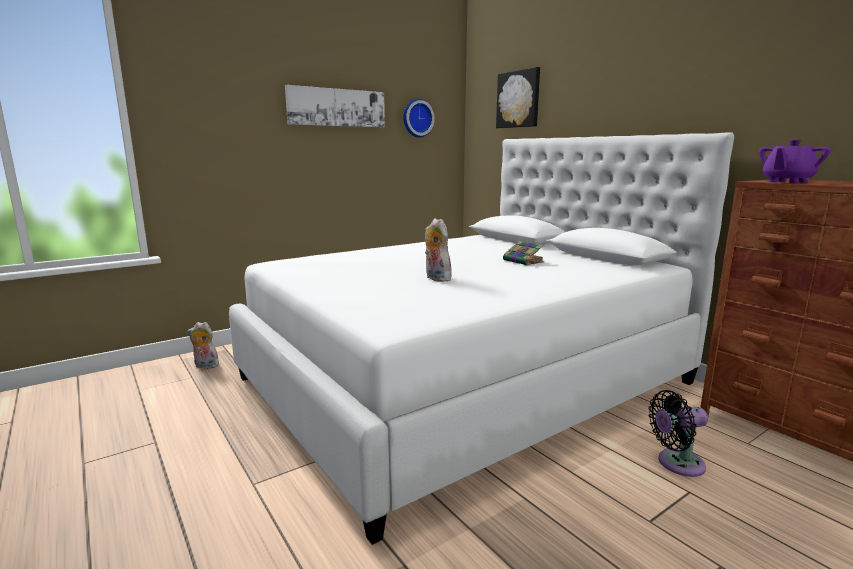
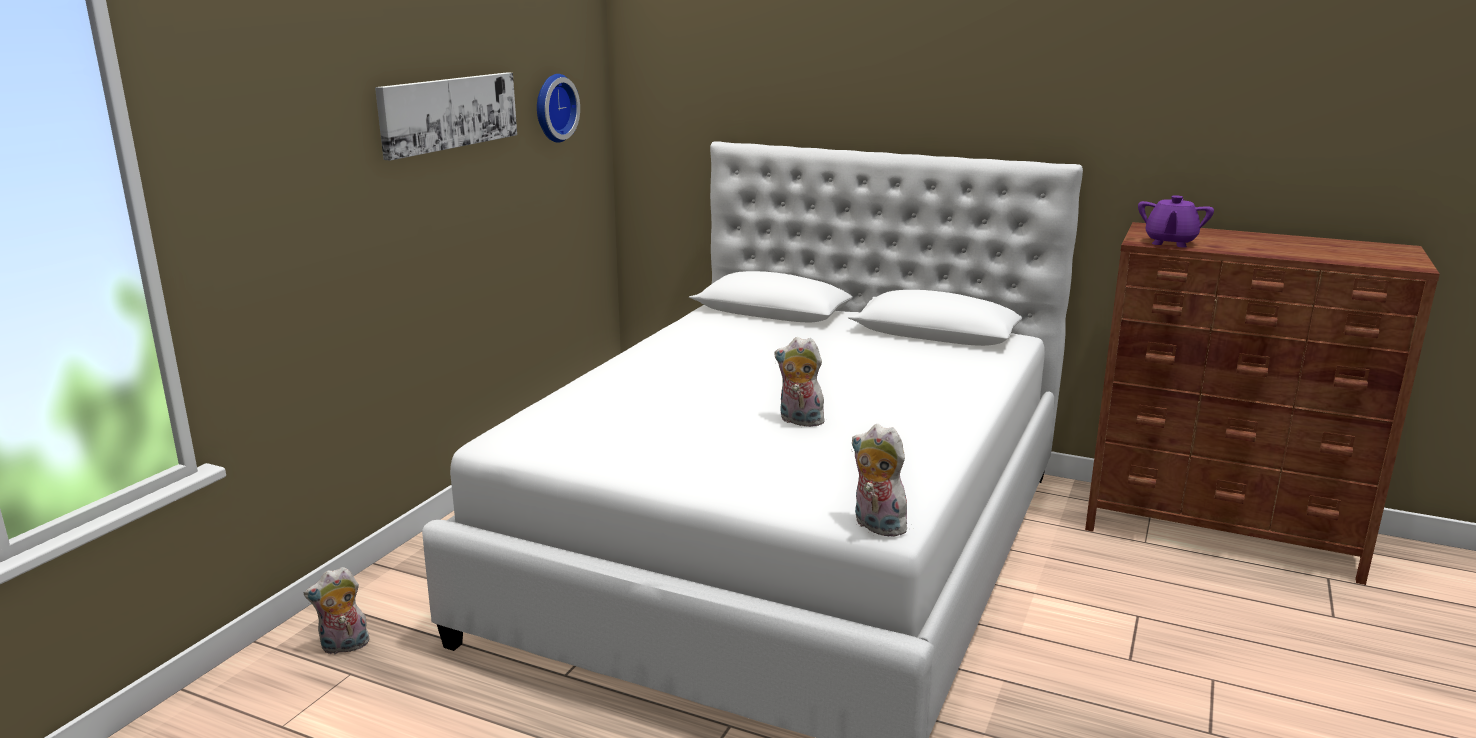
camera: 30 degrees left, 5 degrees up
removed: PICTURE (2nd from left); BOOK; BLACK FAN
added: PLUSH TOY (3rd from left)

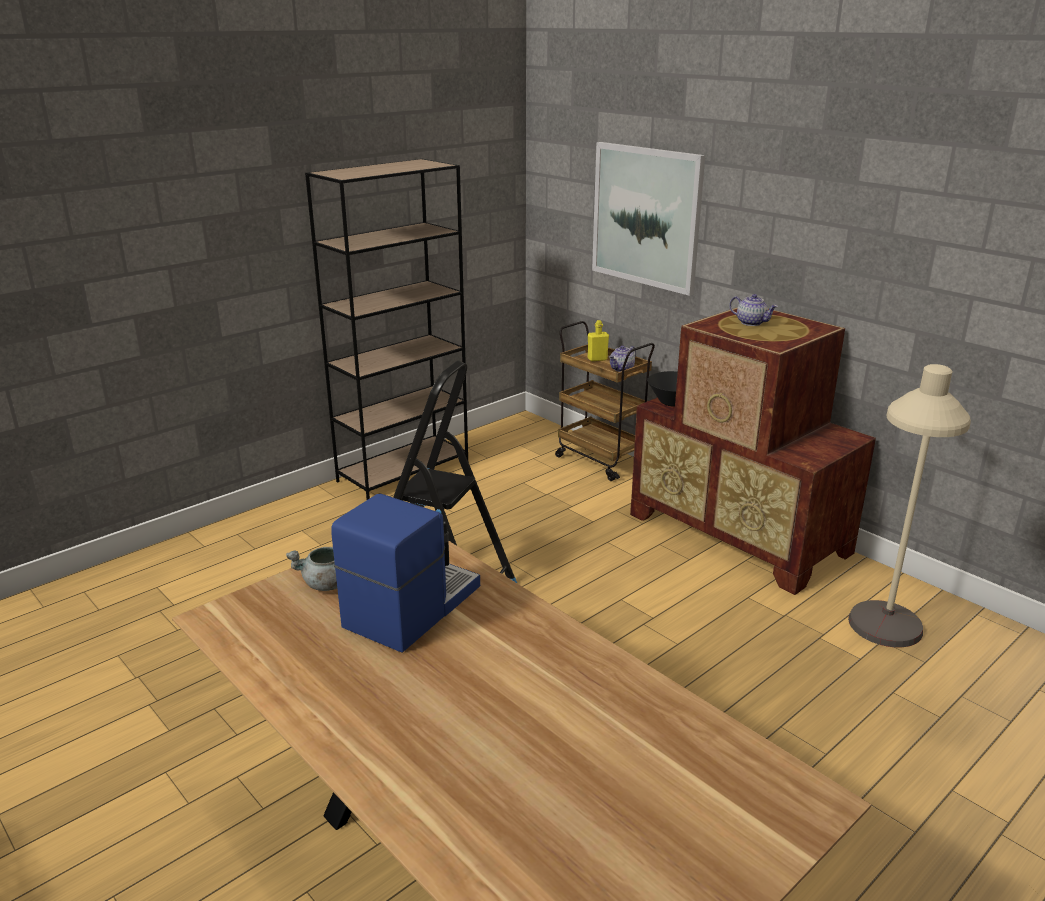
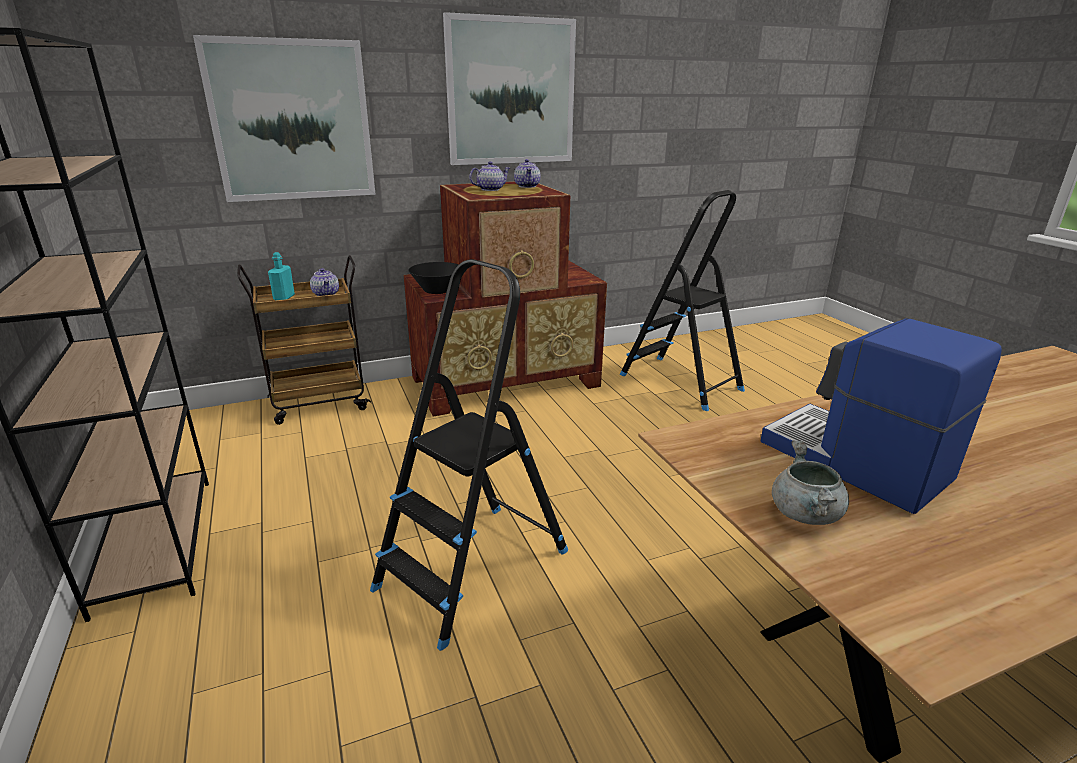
camera: 70 degrees left, 0 degrees up
added: PICTURE (2nd from left); TEAPOT (3rd from left)
replaced: BEIGE FLOOR LAMP to BLACK STEP LADDER (2nd from left)
recoloured: YELLOW BOTTLE to TURQUOISE BOTTLE

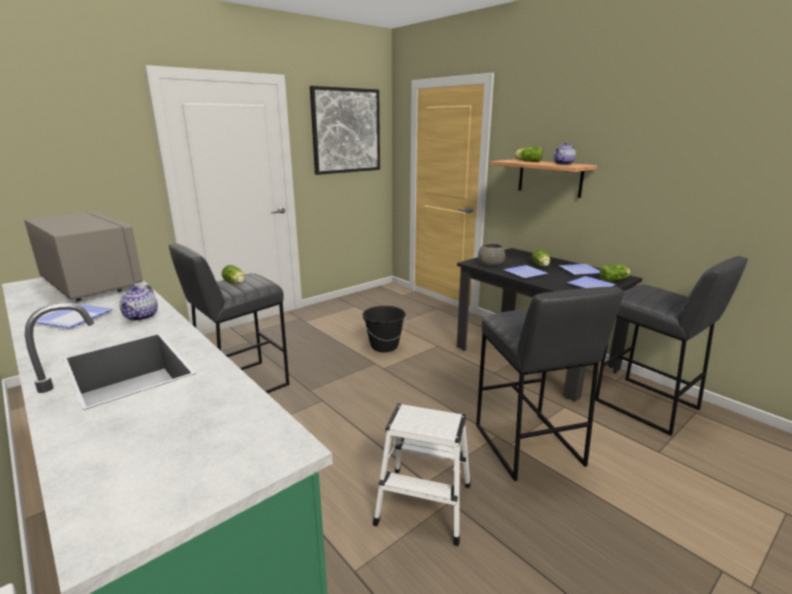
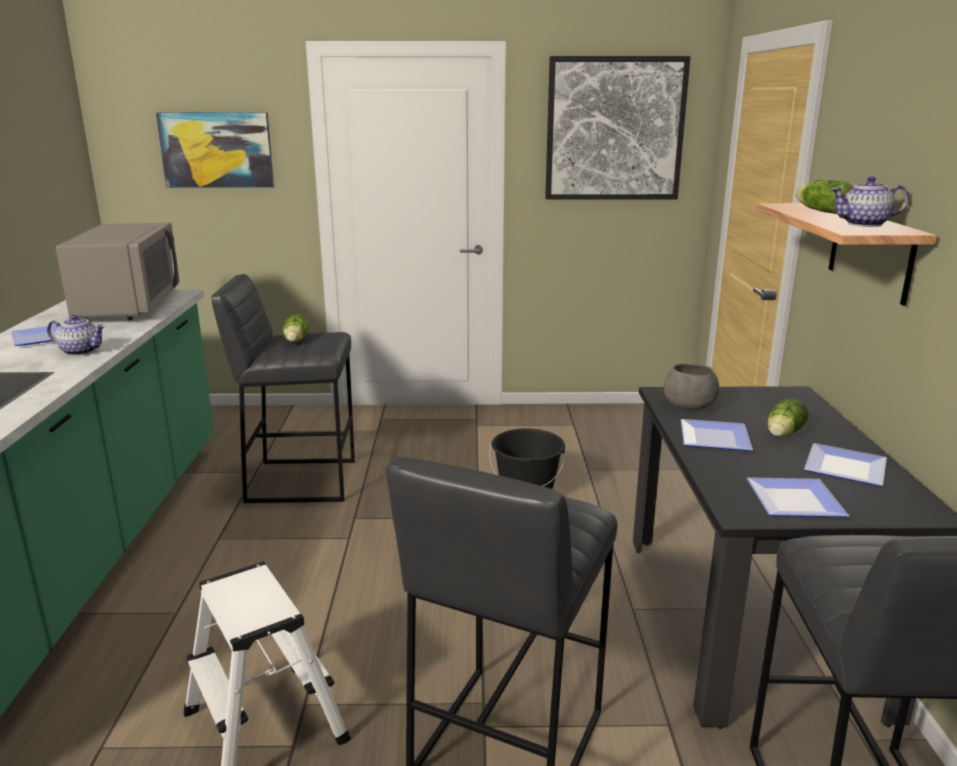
camera: 40 degrees right, 0 degrees up
removed: LETTUCE (4th from left)
added: PICTURE (1st from left)
turned: TEAPOT (1st from left) 120 degrees counterclockwise

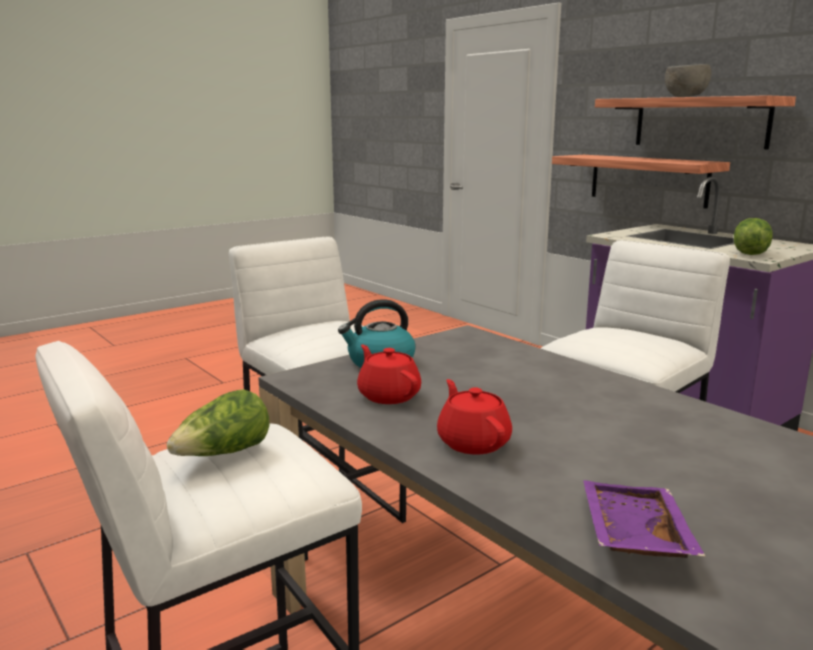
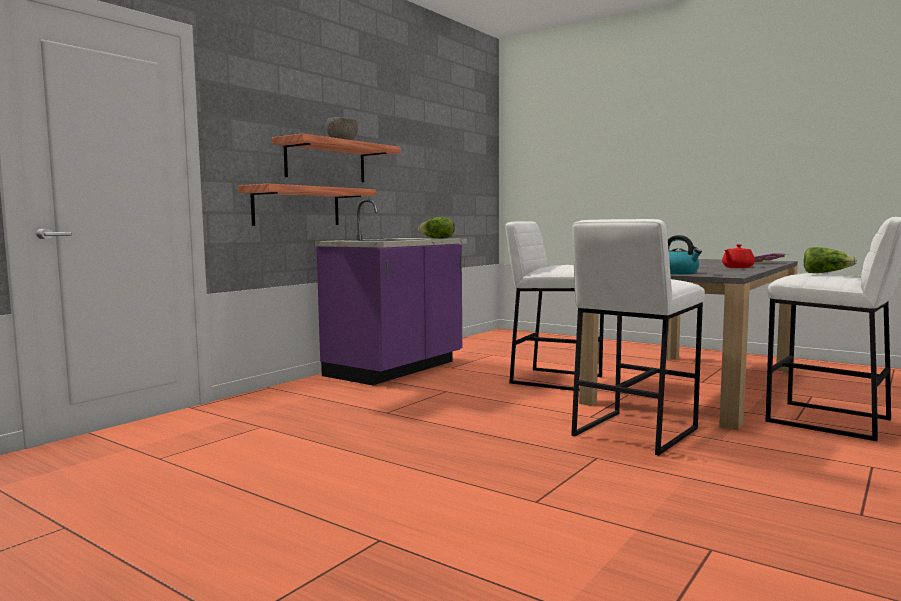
camera: 105 degrees left, 10 degrees down
removed: RED TEAPOT (1st from left)

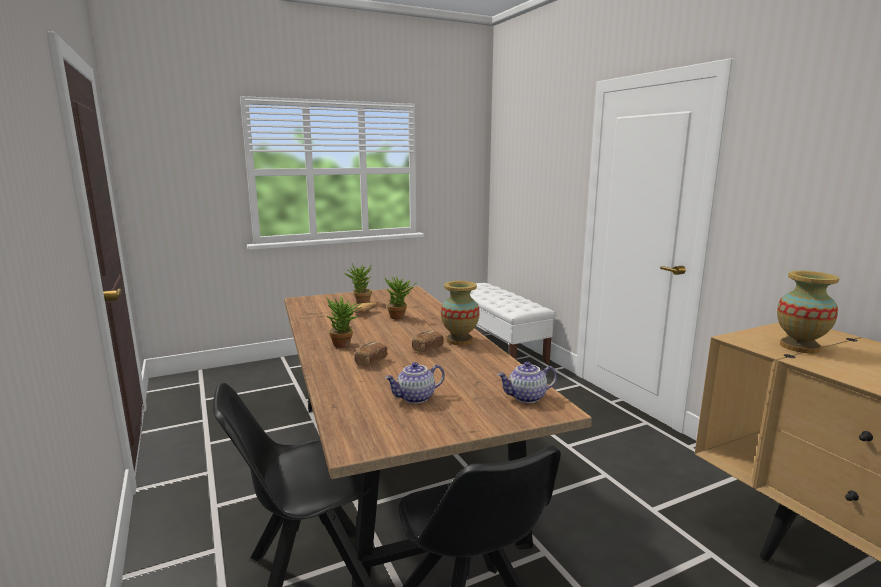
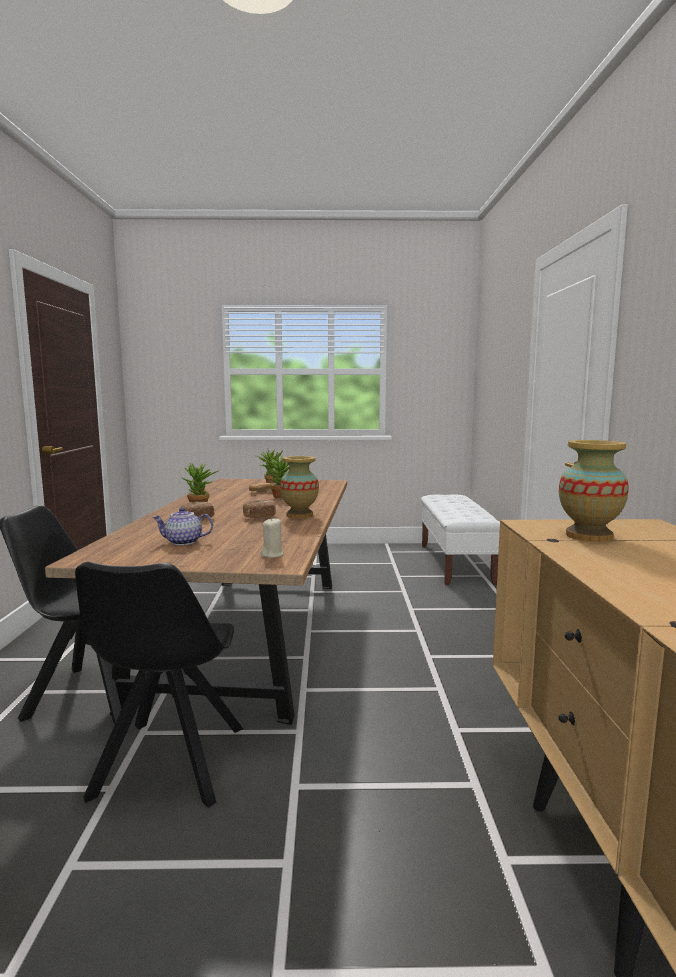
camera: 25 degrees right, 5 degrees down
replaced: TEAPOT (2nd from left) to BEIGE CANDLE

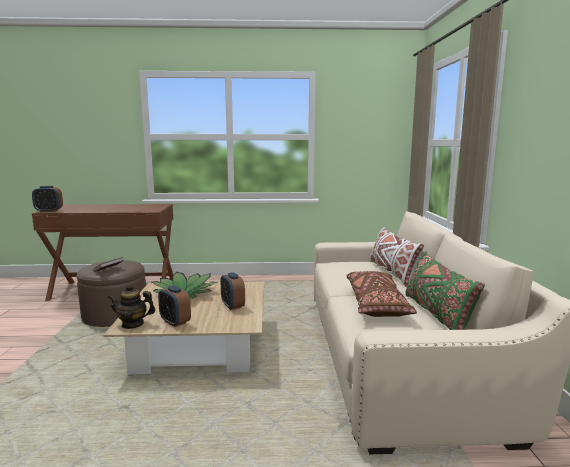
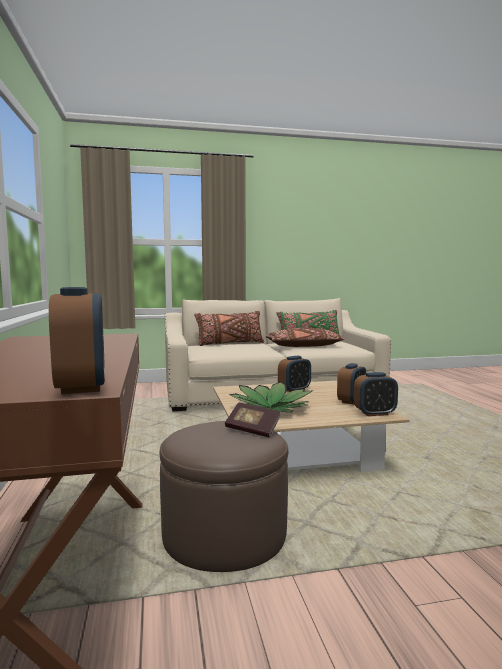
camera: 100 degrees left, 5 degrees down
replaced: TEAPOT to ALARM CLOCK (4th from left)
recoloured: WHITE PILLOW to BROWN PILLOW (1st from left)

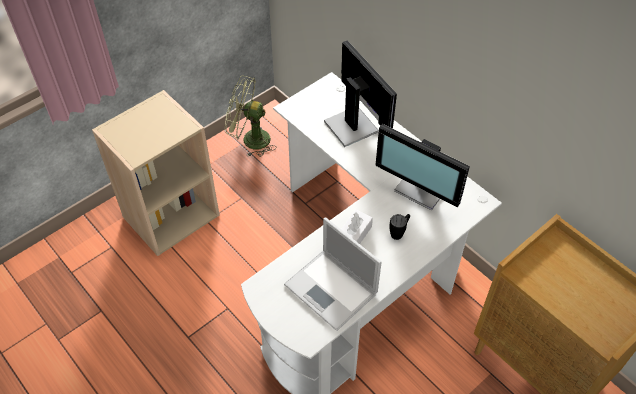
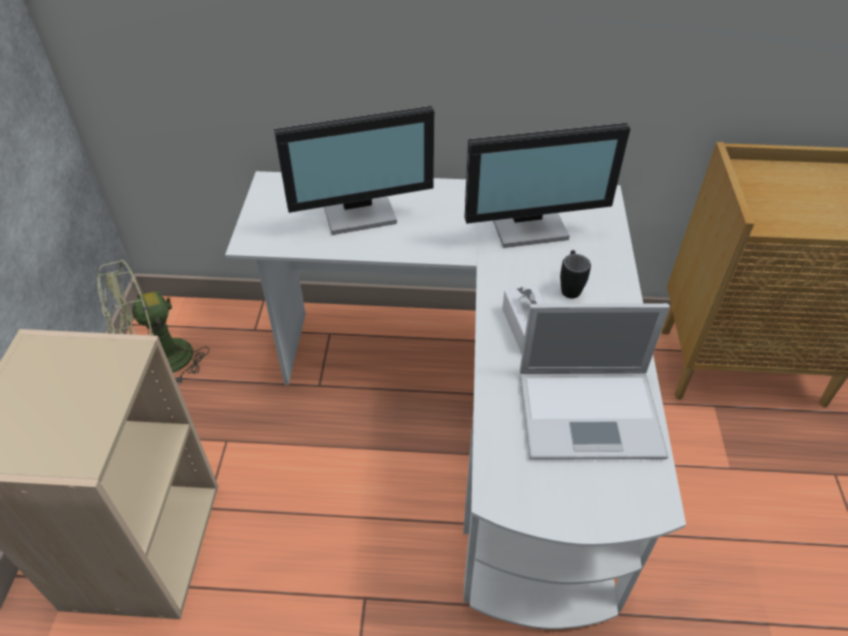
camera: 45 degrees left, 5 degrees down
turned: MONITOR (1st from left) 150 degrees clockwise

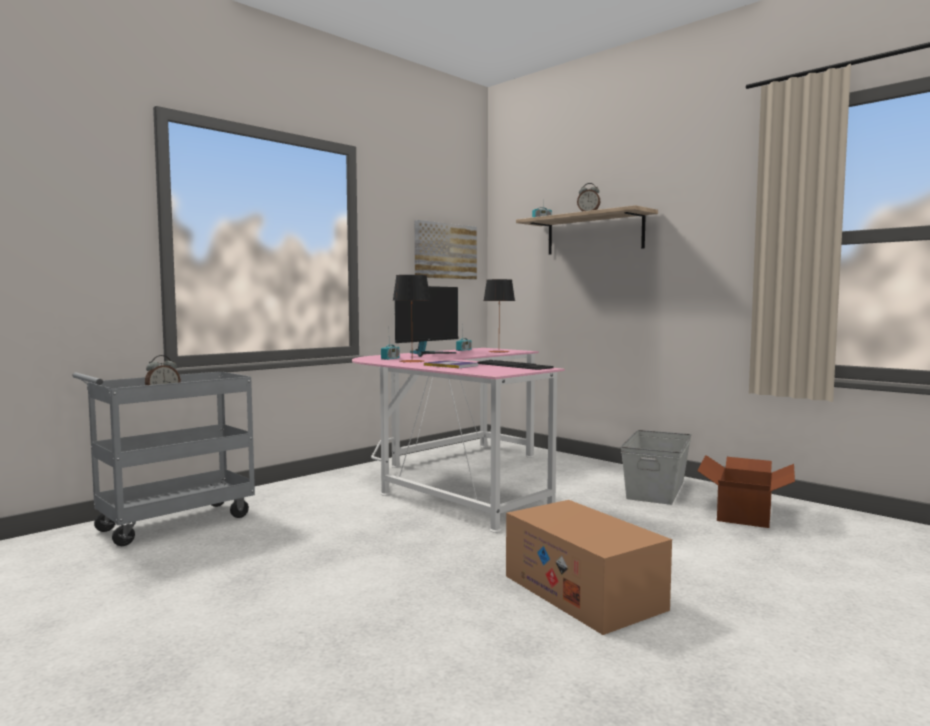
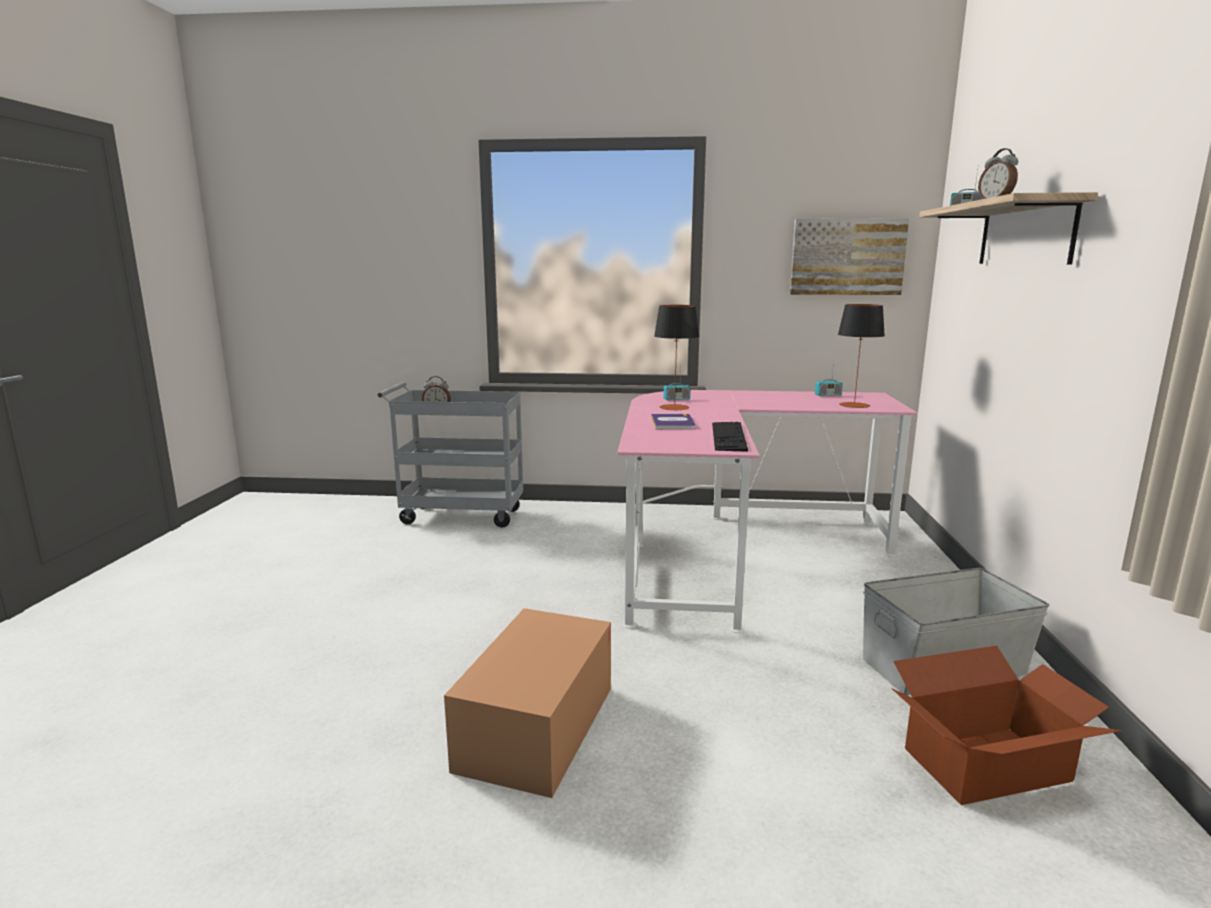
camera: 50 degrees right, 10 degrees up
removed: MONITOR

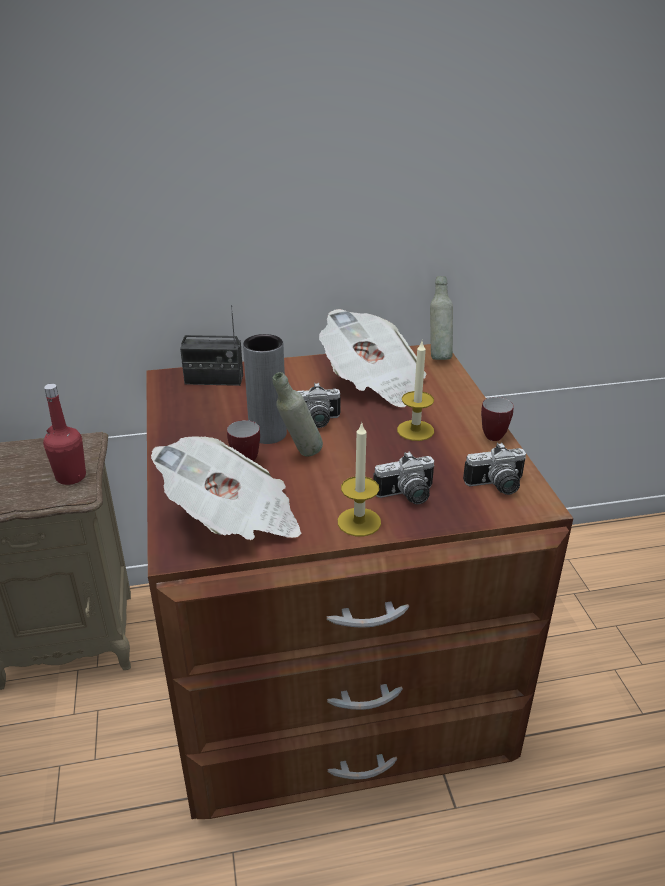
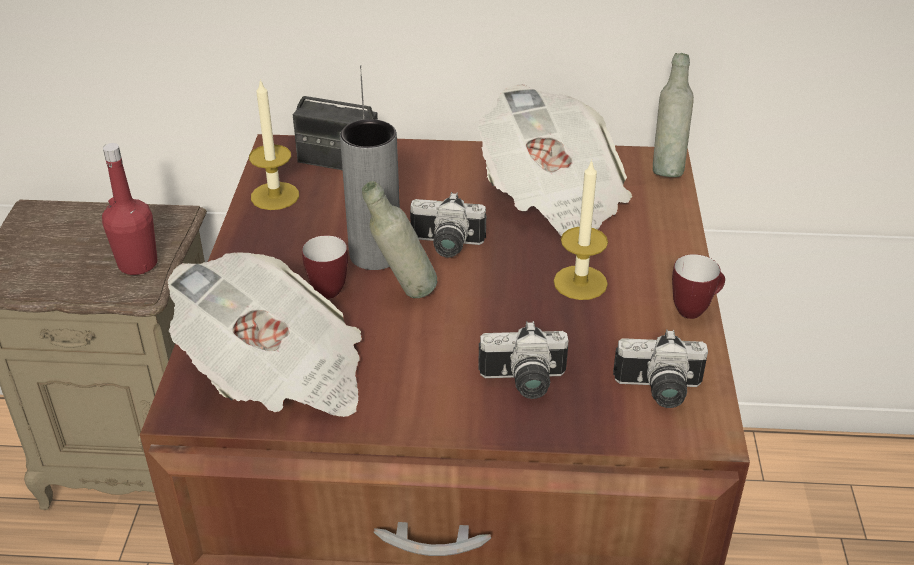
camera: 15 degrees right, 5 degrees up
moved: CANDLE (1st from left)

